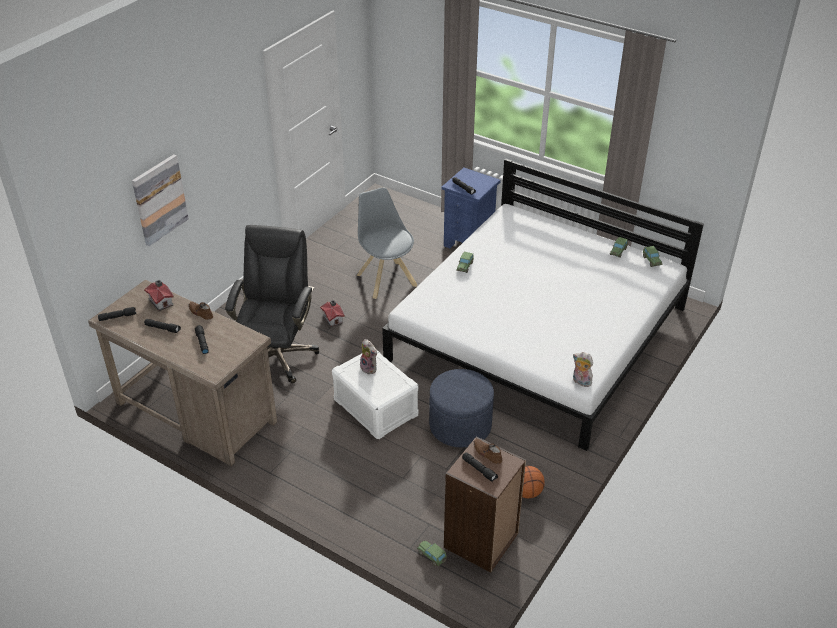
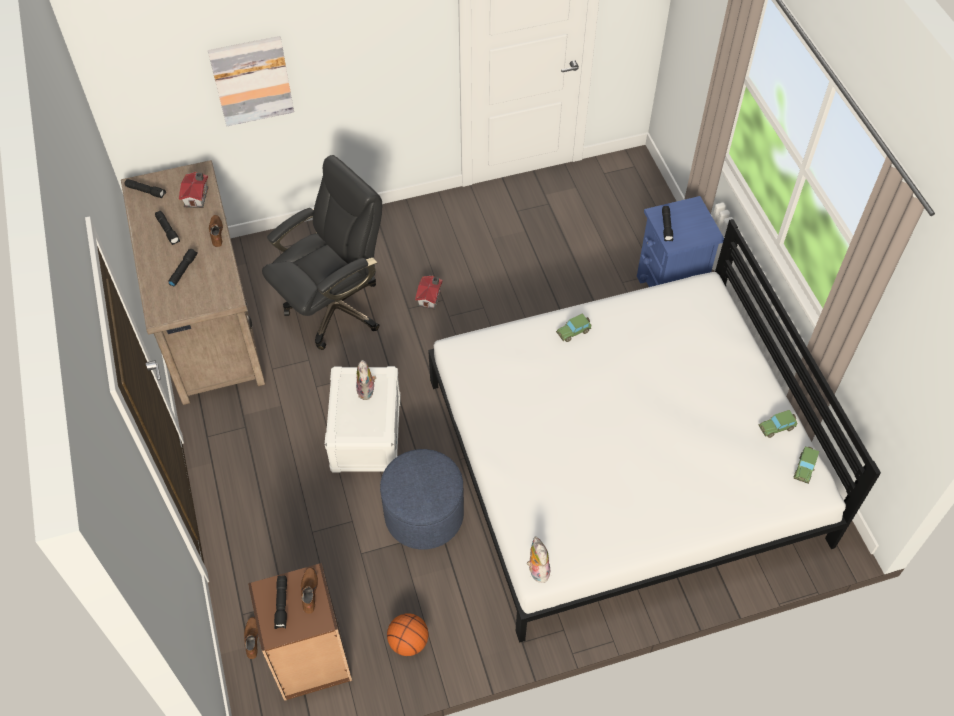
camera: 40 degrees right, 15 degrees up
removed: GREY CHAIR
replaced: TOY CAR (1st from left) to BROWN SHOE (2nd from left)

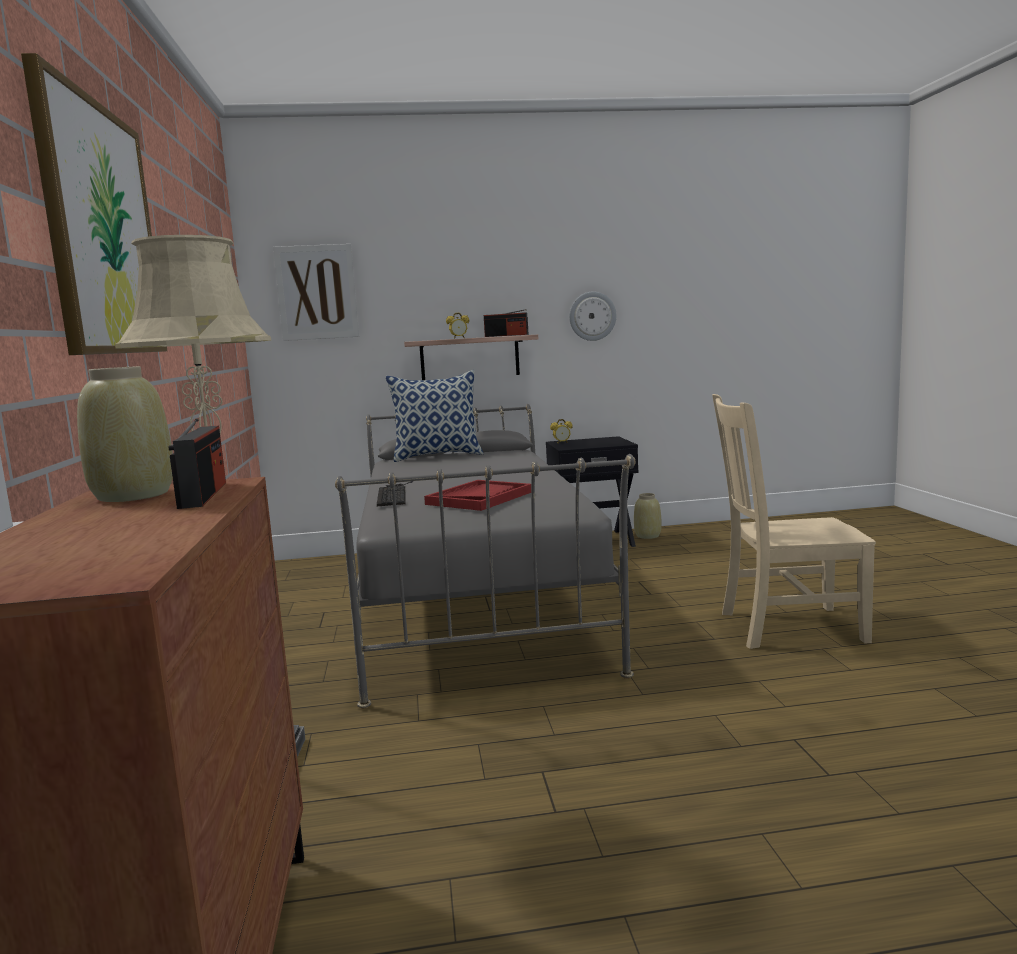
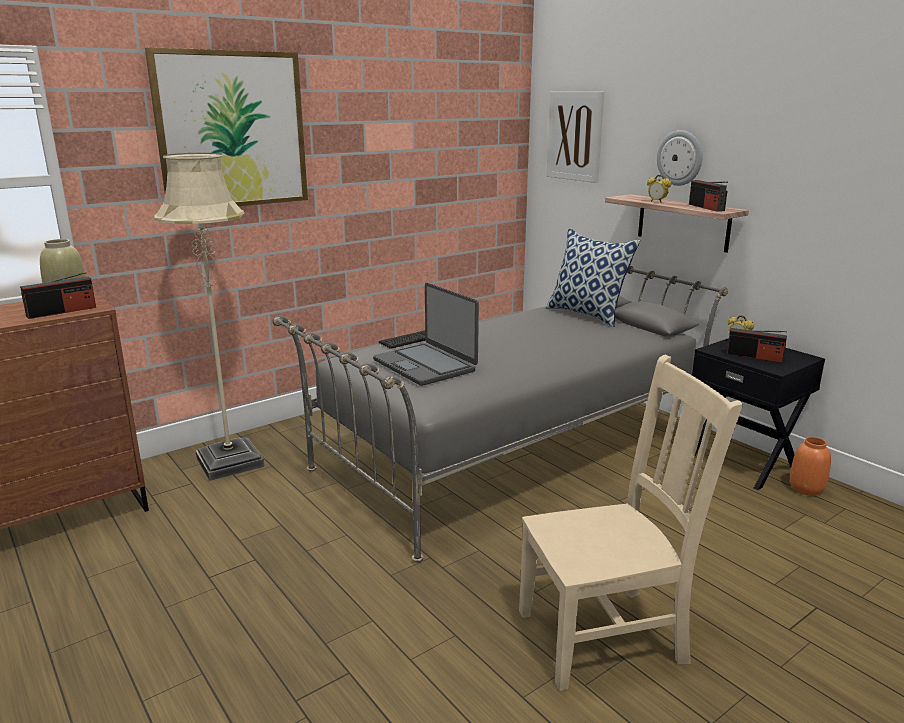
camera: 60 degrees right, 10 degrees up
added: RADIO (3rd from left)
moved: WALL CLOCK
replaced: RED TRAY to LAPTOP
recoloured: BEIGE VASE (2nd from left) to ORANGE VASE
turned: BEIGE CHAIR 105 degrees clockwise

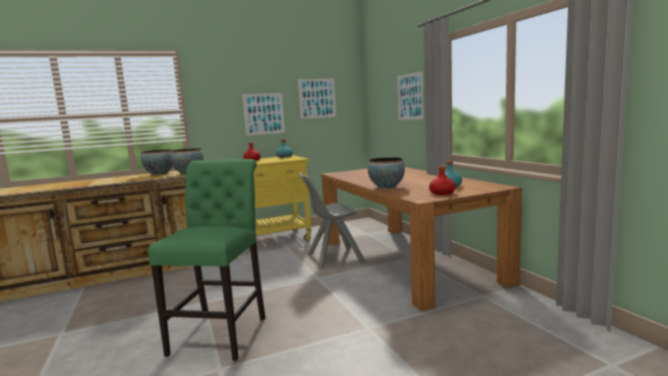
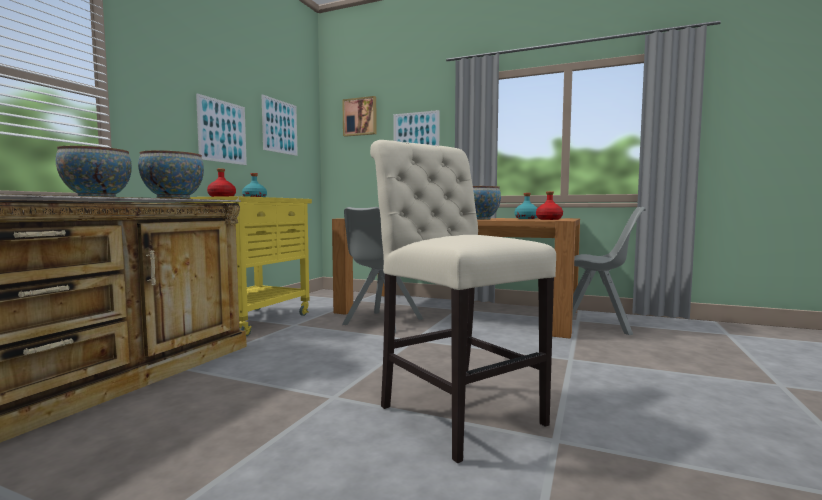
camera: 45 degrees left, 5 degrees down
added: PICTURE (3rd from left); GREY CHAIR (2nd from left)
recoloured: GREEN STOOL to BEIGE STOOL

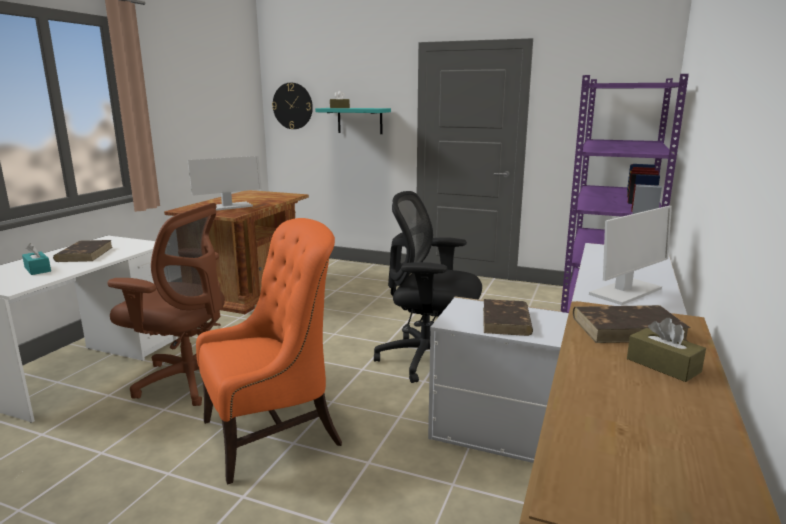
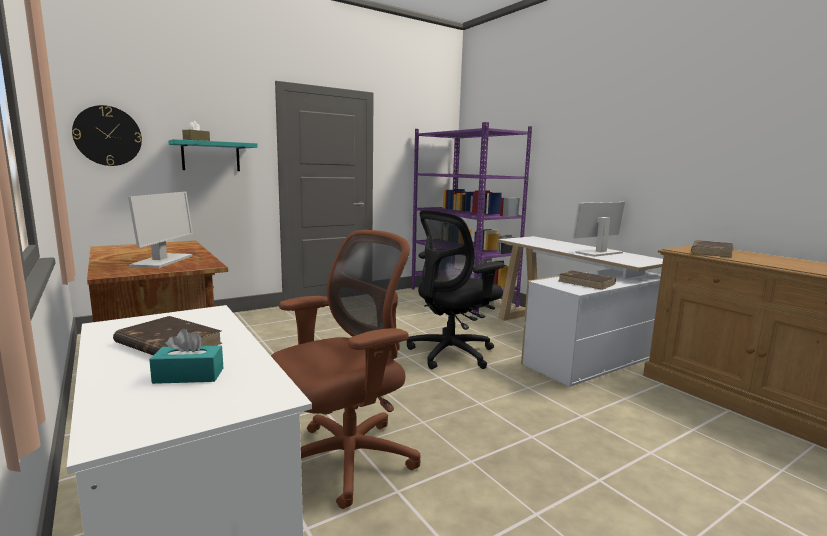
camera: 55 degrees left, 5 degrees down
removed: ORANGE CHAIR; BROWN TISSUE BOX (2nd from left)
turned: MONITOR (2nd from left) 120 degrees counterclockwise

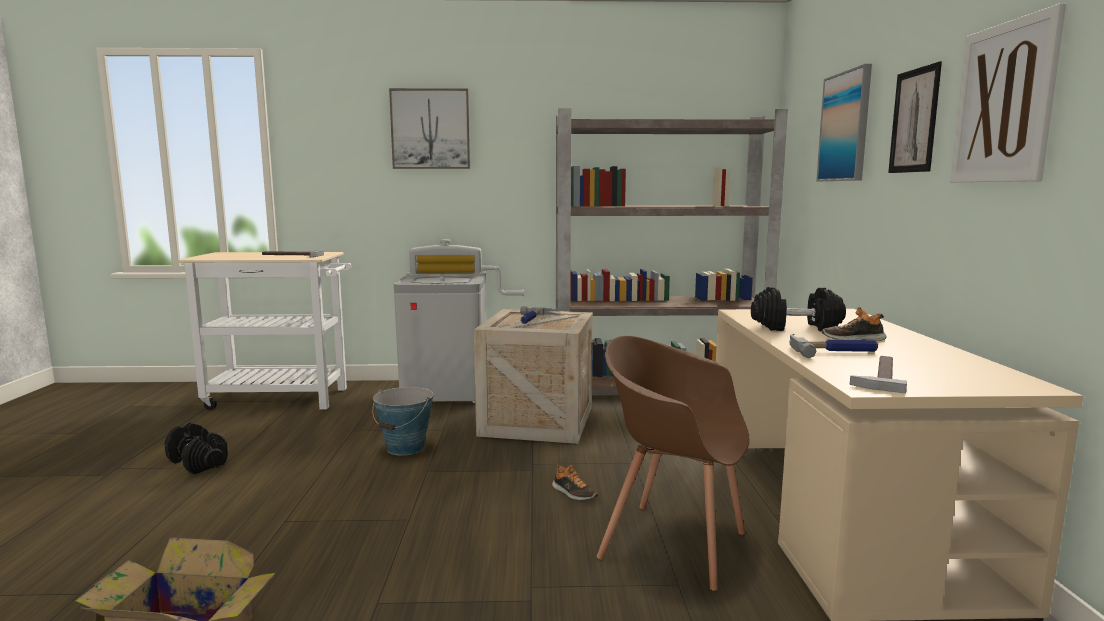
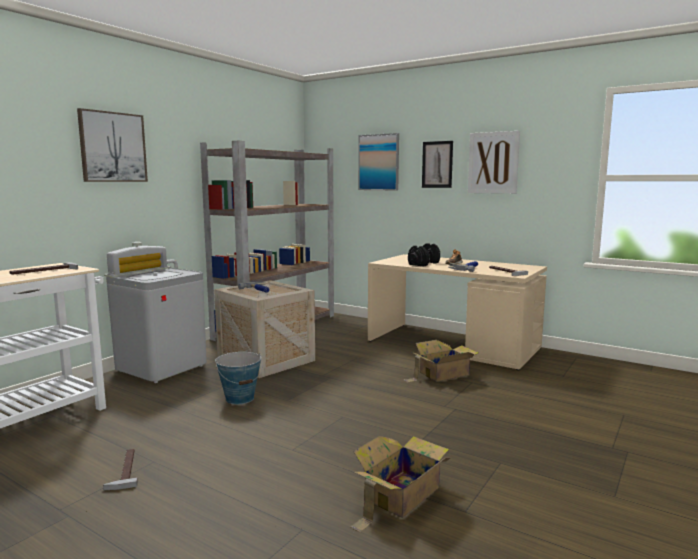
camera: 55 degrees left, 0 degrees up
removed: SHOE (1st from left)
replaced: BLACK DUMBBELL (1st from left) to HAMMER (2nd from left); BROWN CHAIR to CARDBOARD BOX (2nd from left)

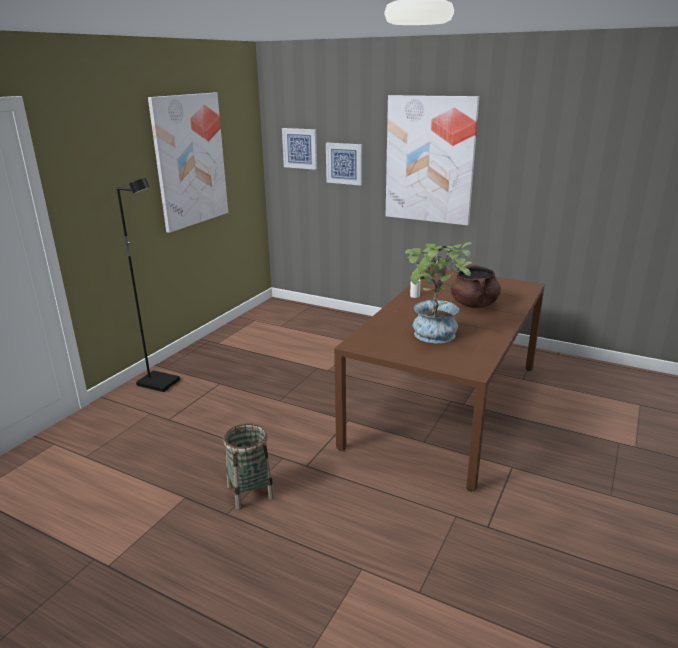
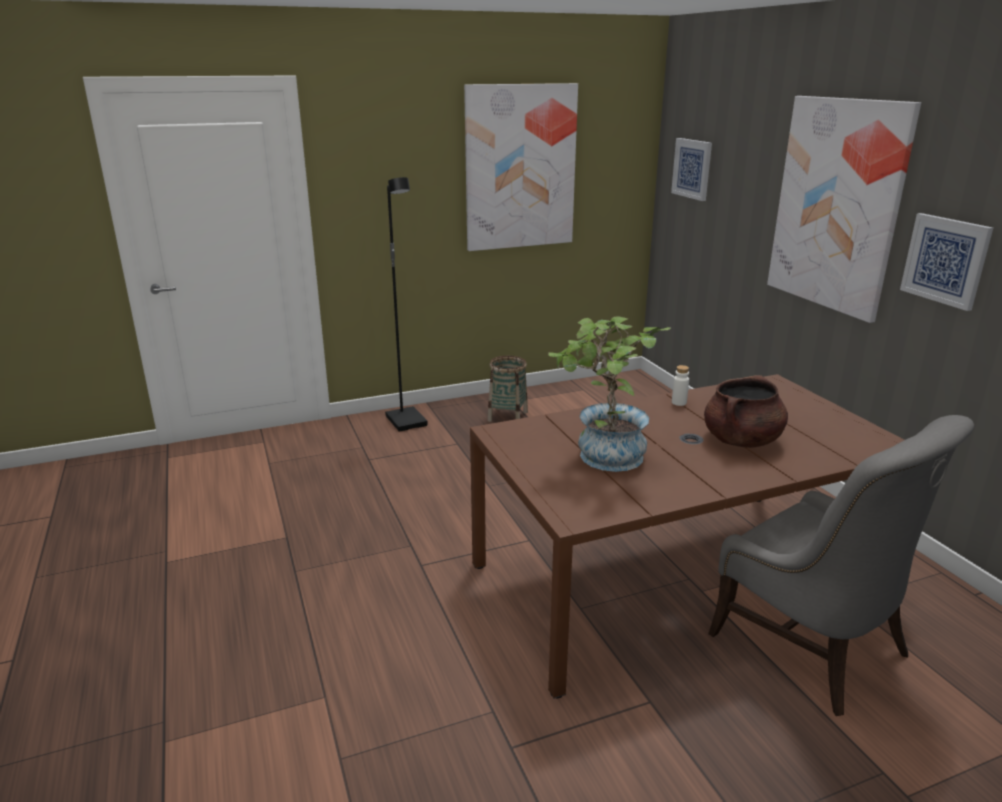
camera: 40 degrees right, 0 degrees up
added: GREY CHAIR
moved: BASKET; PICTURE (3rd from left in the first image) to PICTURE (4th from left)

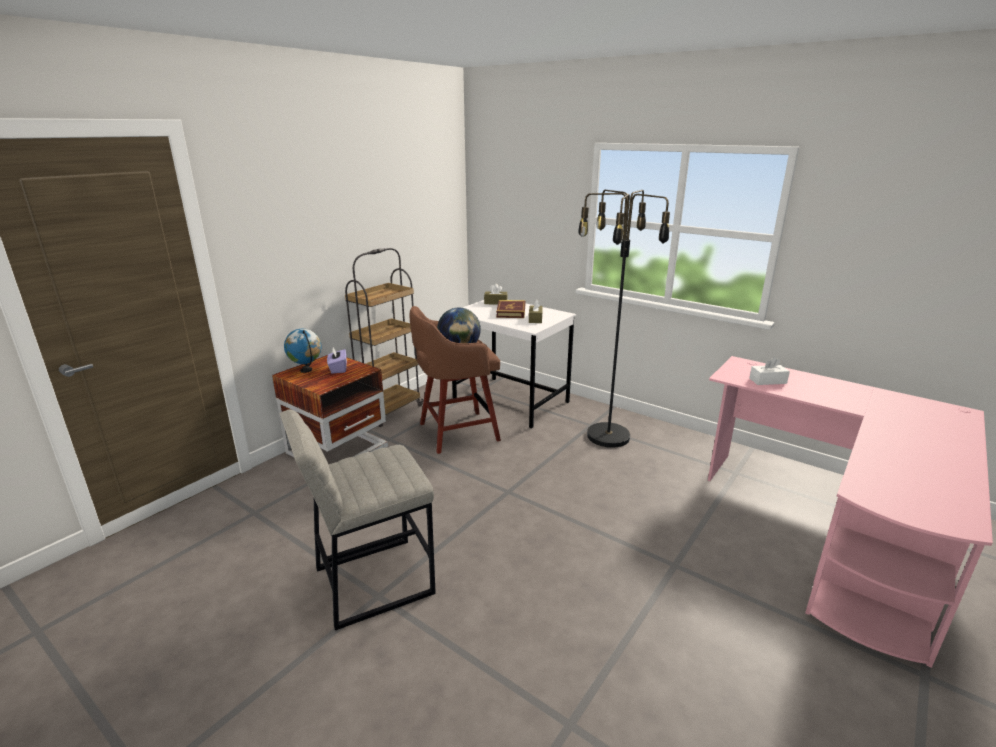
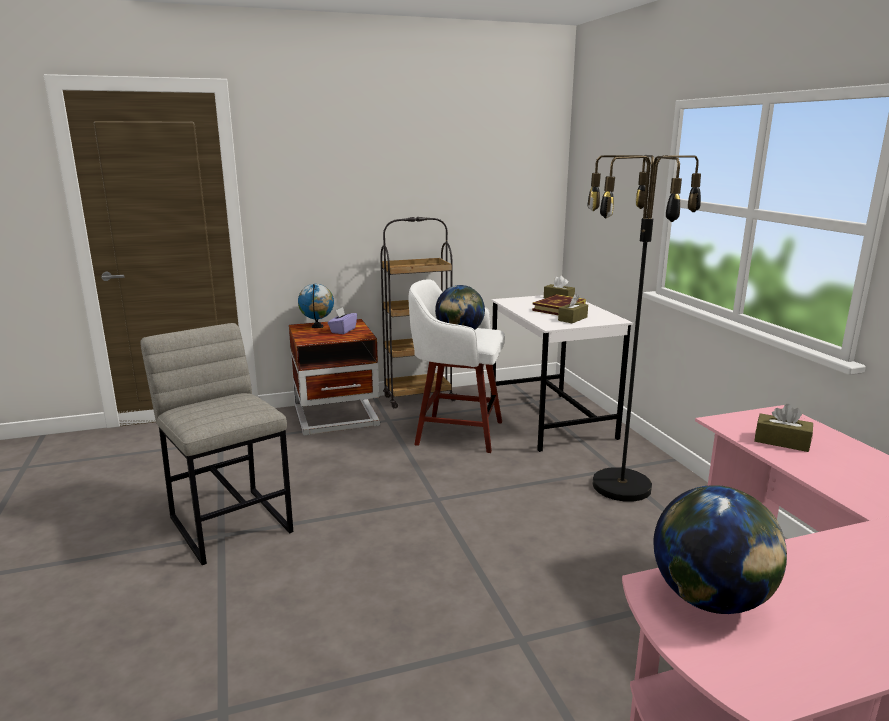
camera: 35 degrees right, 5 degrees down
added: GLOBE (3rd from left)
recoloured: BROWN STOOL to WHITE STOOL; WHITE TISSUE BOX to BROWN TISSUE BOX (3rd from left)
turned: GREY CHAIR 45 degrees clockwise

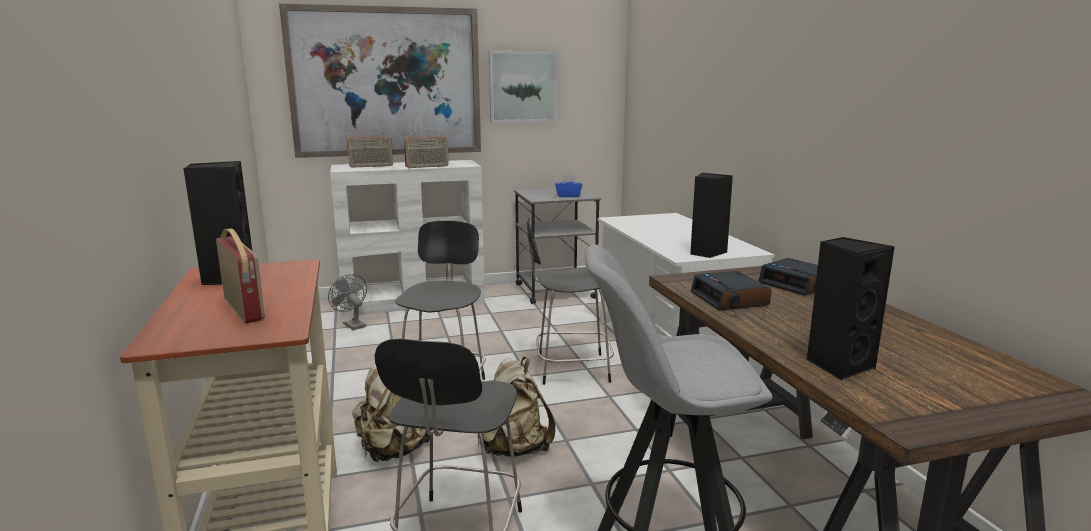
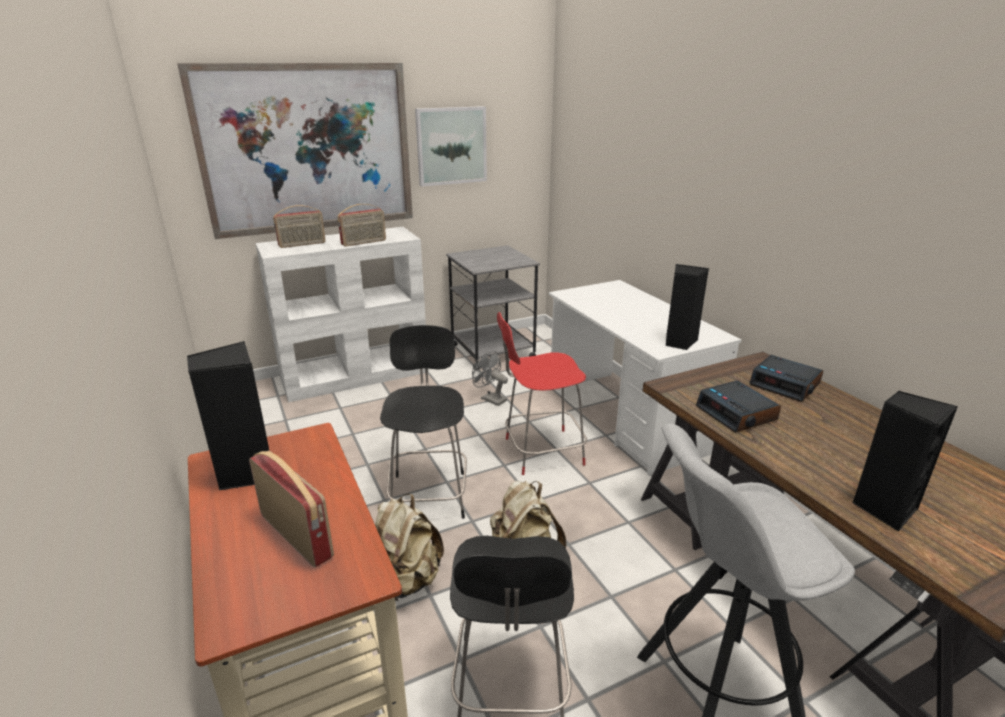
camera: 10 degrees left, 10 degrees up
removed: BLUE TISSUE BOX
moved: GREY FAN
recoloured: BLACK CHAIR (3rd from left) to RED CHAIR

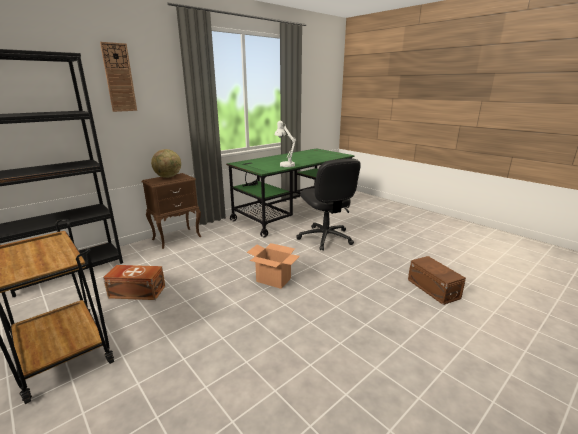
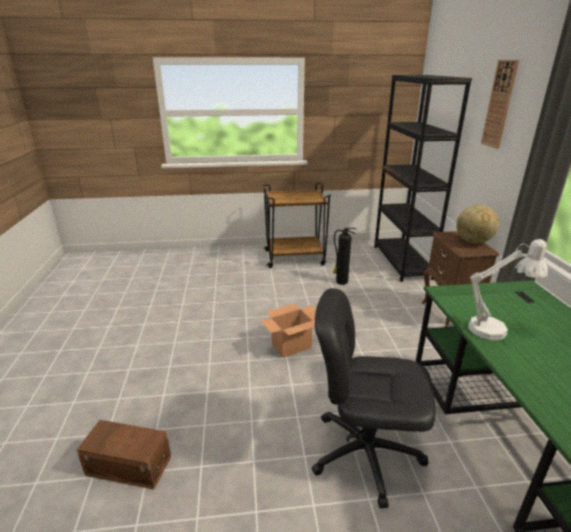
camera: 125 degrees right, 5 degrees up
replaced: BROWN STORAGE BOX (1st from left) to FIRE EXTINGUISHER

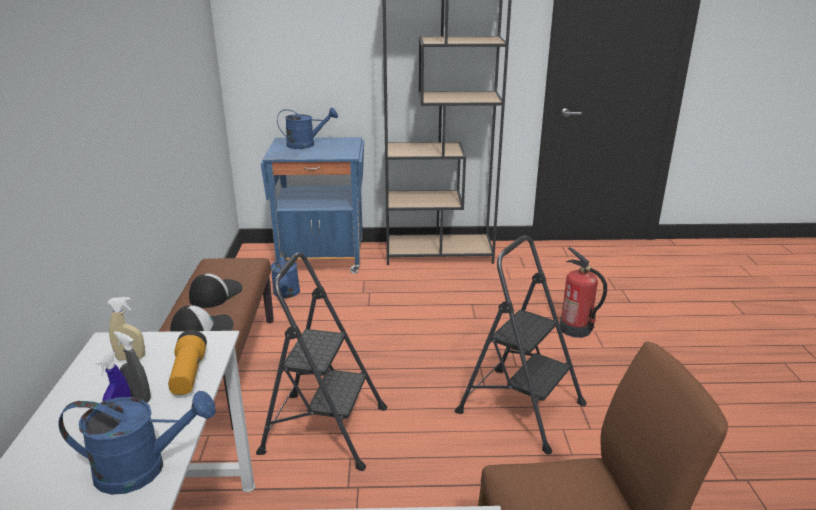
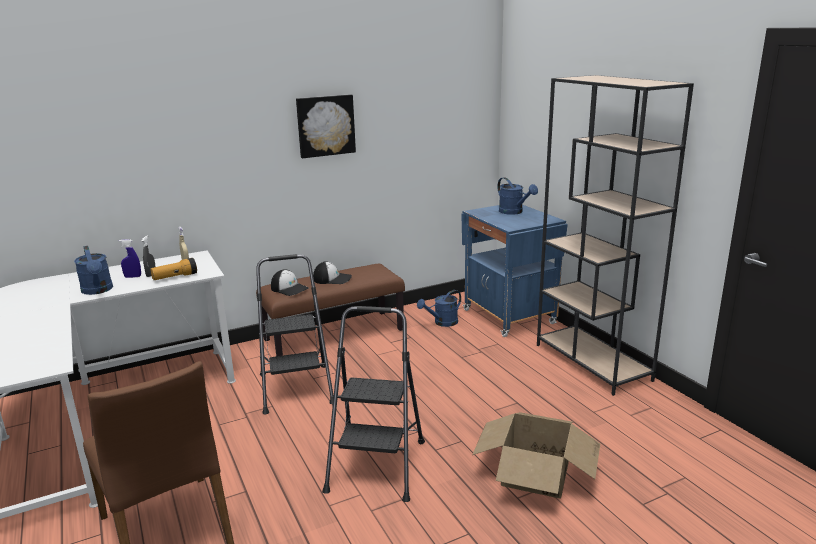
camera: 65 degrees right, 5 degrees down
added: PICTURE
replaced: FIRE EXTINGUISHER to CARDBOARD BOX

